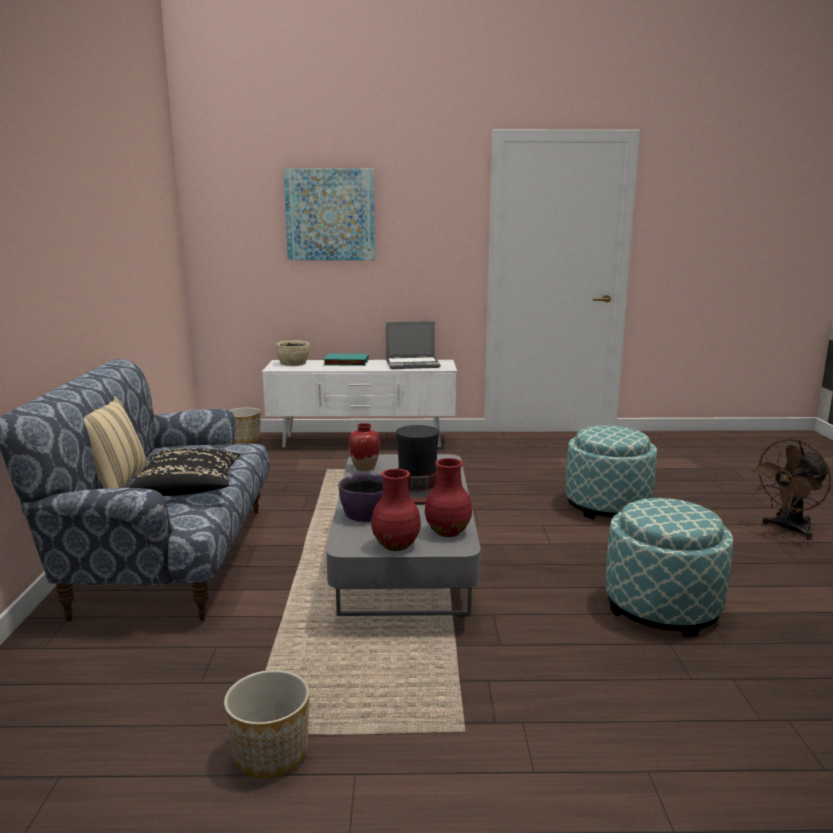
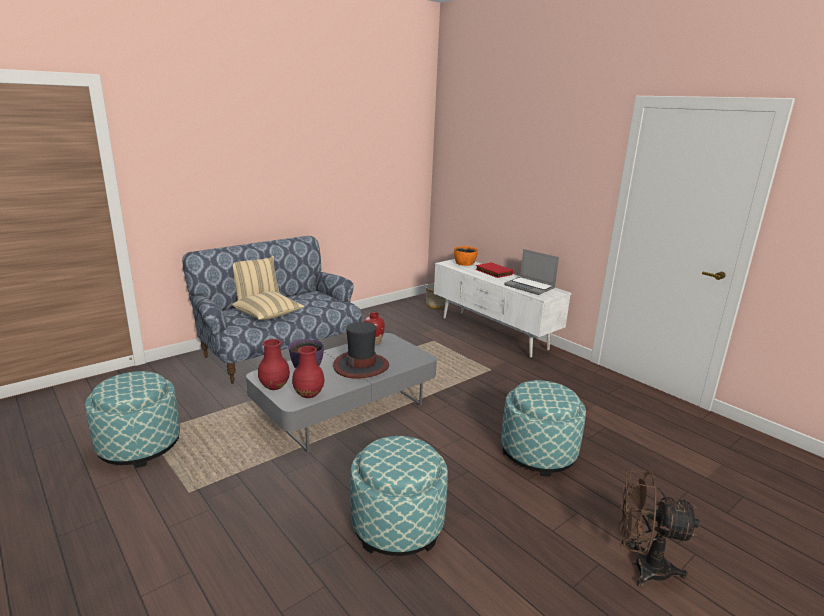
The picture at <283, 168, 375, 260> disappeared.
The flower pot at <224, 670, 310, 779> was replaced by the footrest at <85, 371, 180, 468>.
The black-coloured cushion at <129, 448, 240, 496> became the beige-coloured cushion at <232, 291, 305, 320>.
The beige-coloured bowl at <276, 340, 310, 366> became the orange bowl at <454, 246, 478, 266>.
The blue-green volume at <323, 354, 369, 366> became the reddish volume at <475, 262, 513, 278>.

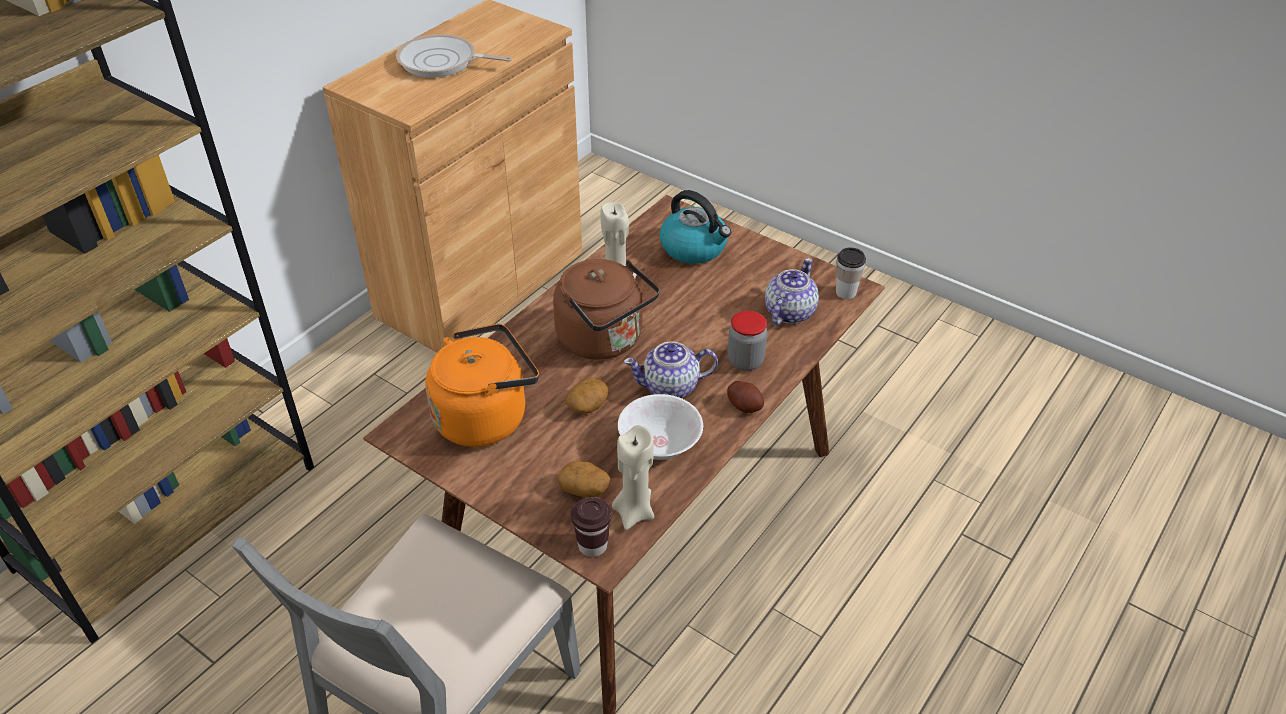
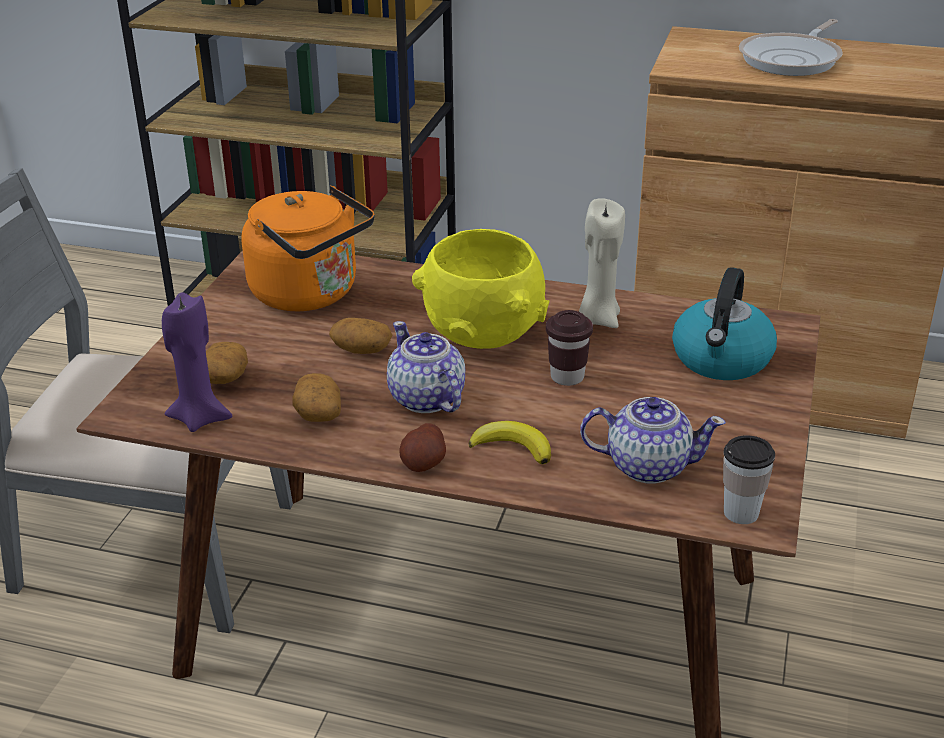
The brown cup moved from <571, 497, 612, 557> to <546, 310, 593, 386>.
The brown tea kettle at <553, 259, 660, 360> was replaced by the yellow bowl at <412, 229, 549, 349>.
The white-coloured bowl at <618, 394, 703, 460> was replaced by the potato at <292, 373, 341, 422>.
The preserve jar at <728, 311, 767, 371> was replaced by the banana at <469, 421, 551, 464>.
The beige-coloured wax candle at <612, 425, 654, 530> became the purple wax candle at <162, 292, 232, 432>.
The pan at <396, 34, 512, 77> turned 135 degrees counterclockwise.

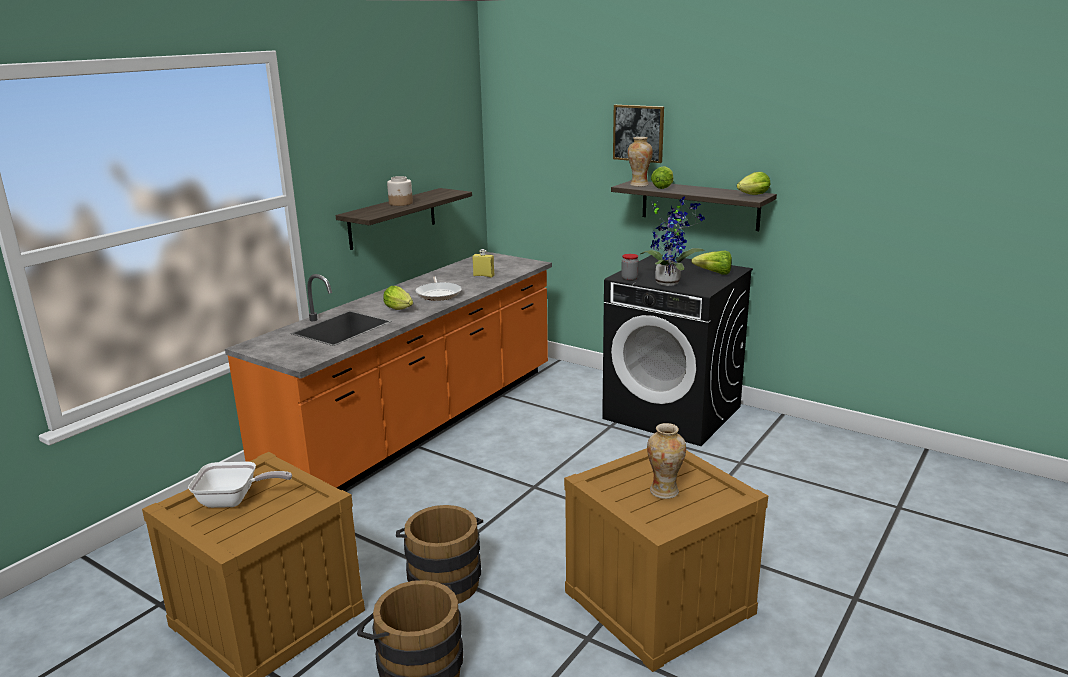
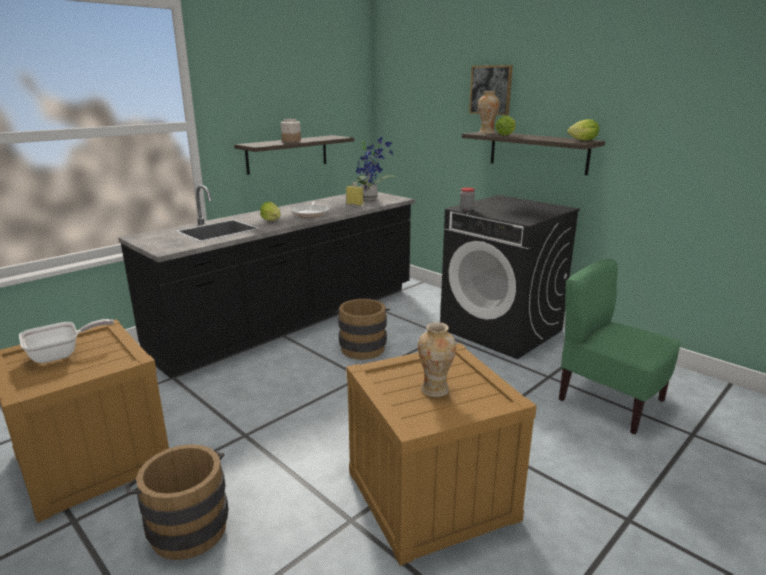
The lettuce at <691, 251, 732, 275> disappeared.
The green-coloured plain chair at <559, 259, 681, 434> appeared.
The brown water bucket moved from <396, 505, 483, 604> to <334, 299, 390, 360>.
The plant in a pot moved from <641, 196, 705, 286> to <356, 137, 396, 200>.
The orange counter at <225, 252, 552, 490> became the black-coloured counter at <118, 185, 415, 378>.
The pan at <188, 462, 292, 508> turned 45 degrees counterclockwise.

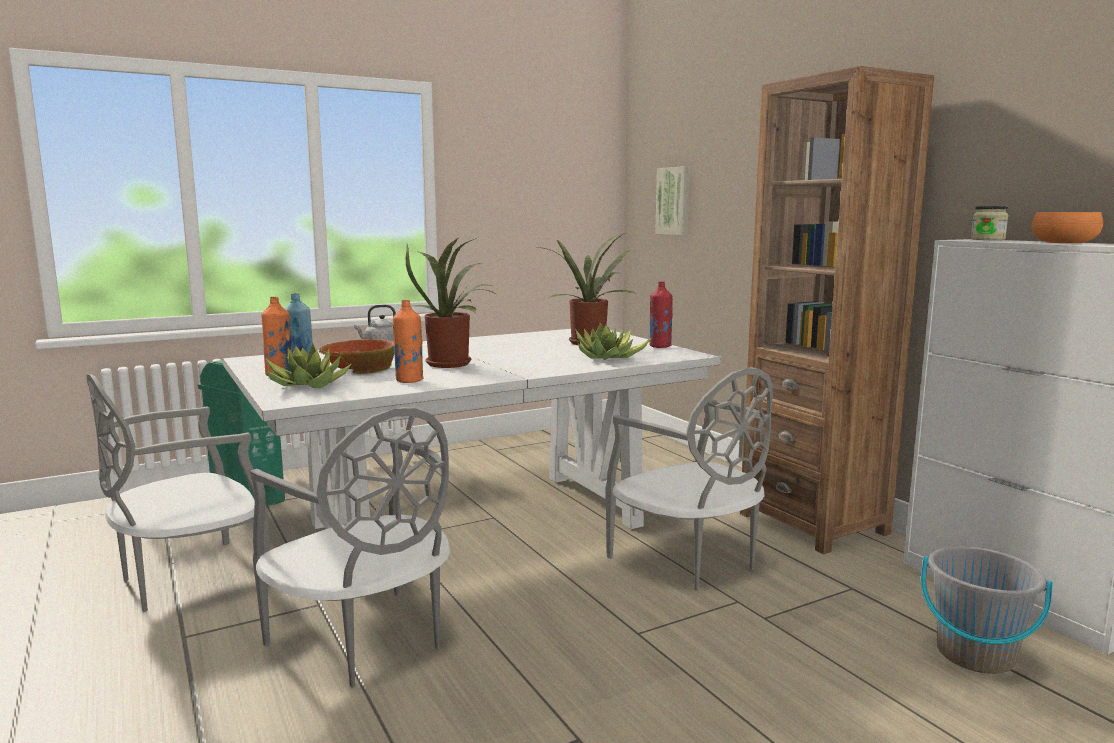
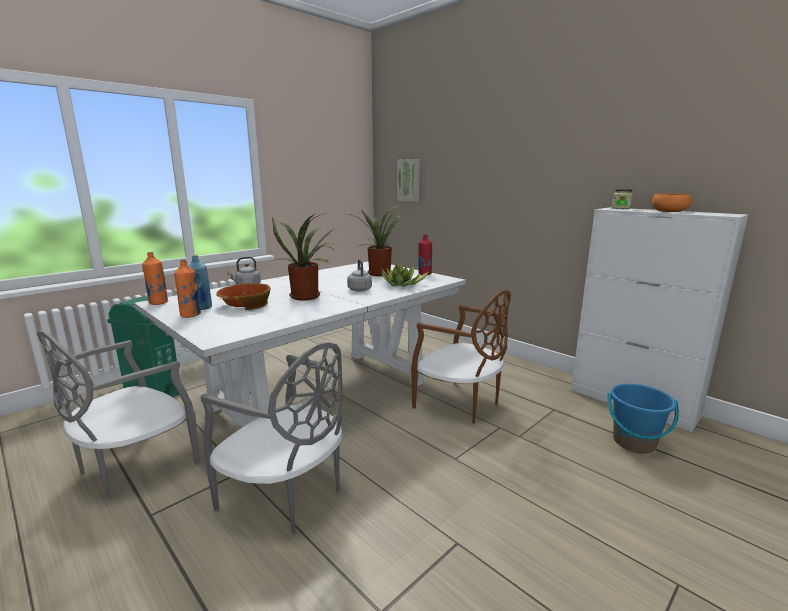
The plant in a pot at <265, 343, 351, 388> disappeared.
The brown shelving unit at <740, 66, 934, 554> disappeared.
The grey tea kettle at <347, 259, 372, 291> appeared.
The orange bottle moved from <393, 300, 424, 383> to <142, 252, 168, 305>.
The grey plain chair at <605, 367, 773, 591> became the brown plain chair at <411, 290, 511, 424>.
The grey water bucket at <921, 546, 1053, 674> became the blue-coloured water bucket at <607, 384, 679, 453>.

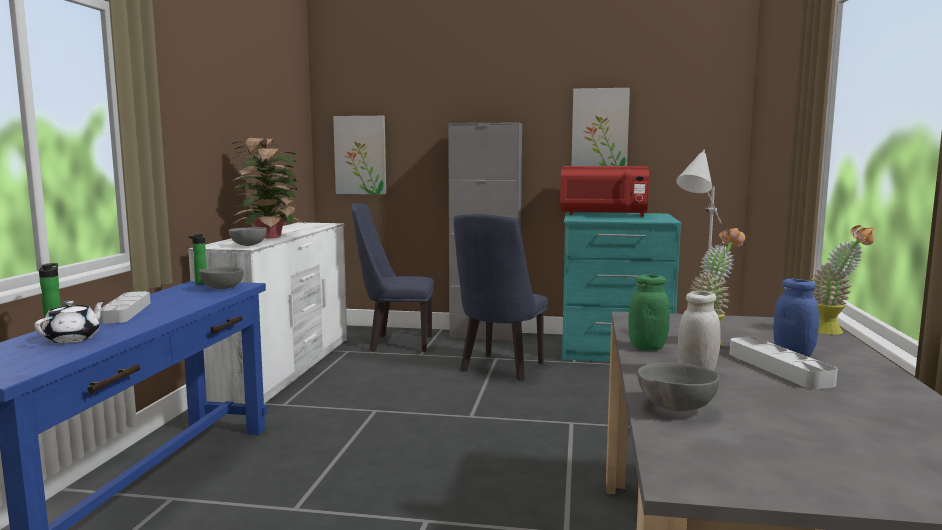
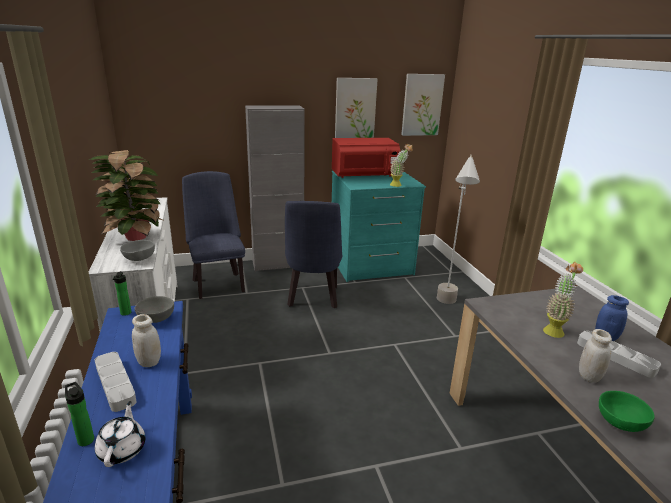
The green-coloured preserve jar at <629, 275, 670, 351> disappeared.
The white-coloured preserve jar at <132, 314, 161, 367> appeared.
The picture moved from <333, 116, 386, 194> to <401, 74, 445, 136>.
The plant in a pot moved from <812, 225, 874, 335> to <390, 144, 413, 187>.
The grey bowl at <637, 363, 719, 411> became the green-coloured bowl at <599, 391, 655, 432>.
The blue-coloured plain chair at <351, 203, 434, 352> turned 90 degrees clockwise.

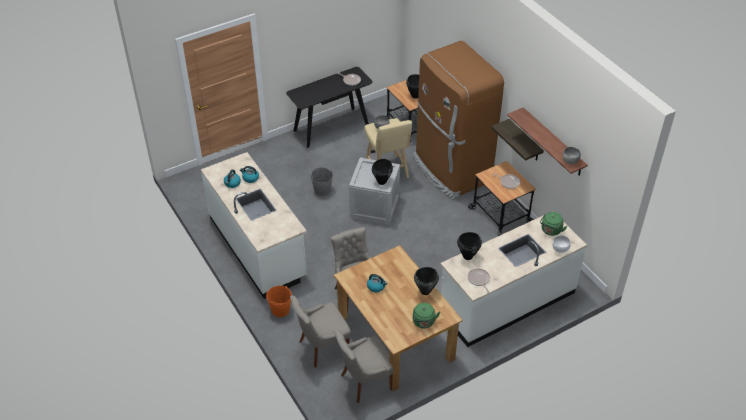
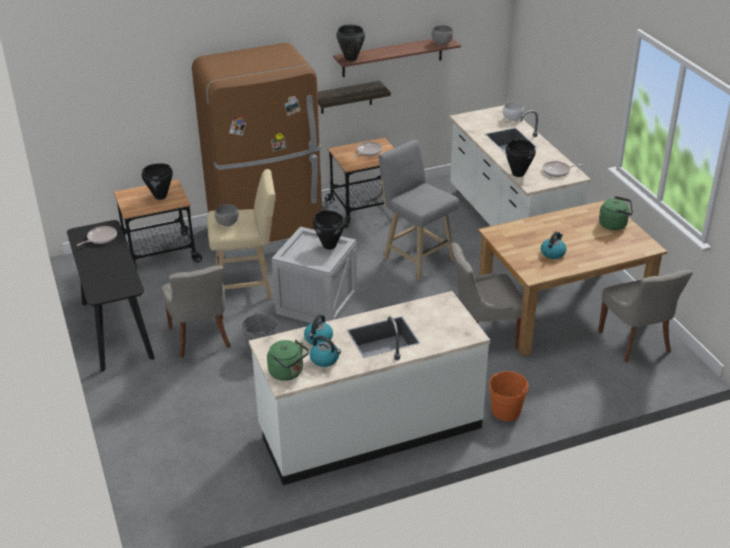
The grey stool seat at <379, 140, 459, 280> appeared.
The grey plain chair moved from <290, 295, 351, 368> to <161, 265, 231, 358>.
The black-coloured stockpot moved from <414, 267, 439, 295> to <336, 24, 365, 61>.
The green-coloured tea kettle moved from <540, 212, 567, 236> to <267, 340, 309, 381>.

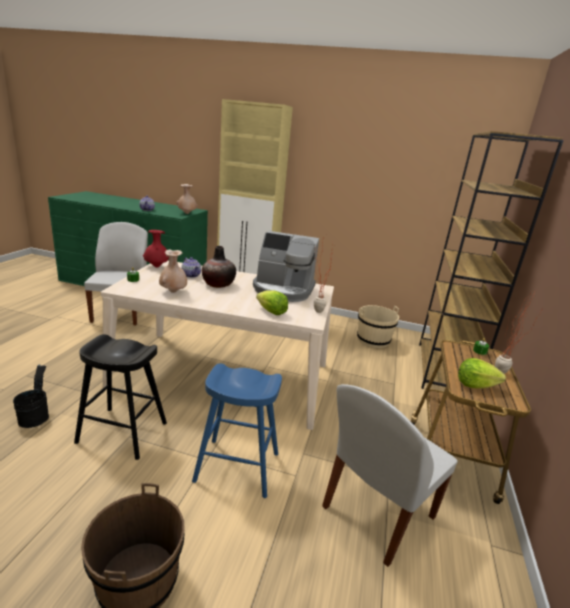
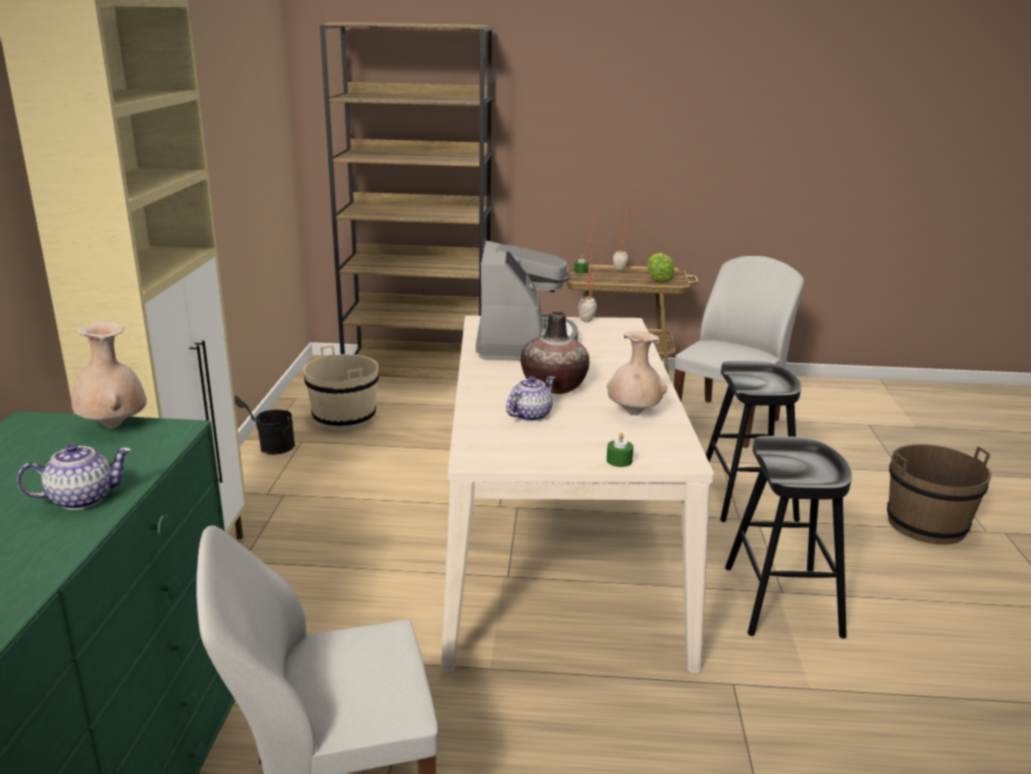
The reddish decorative vase at <143, 230, 169, 267> disappeared.
The lettuce at <256, 290, 288, 315> disappeared.
The black-coloured water bucket moved from <13, 364, 49, 428> to <234, 395, 295, 455>.
The blue-coloured stool seat at <192, 363, 282, 498> became the black-coloured stool seat at <706, 361, 801, 522>.
The white-coloured plain chair at <322, 384, 458, 567> turned 90 degrees counterclockwise.

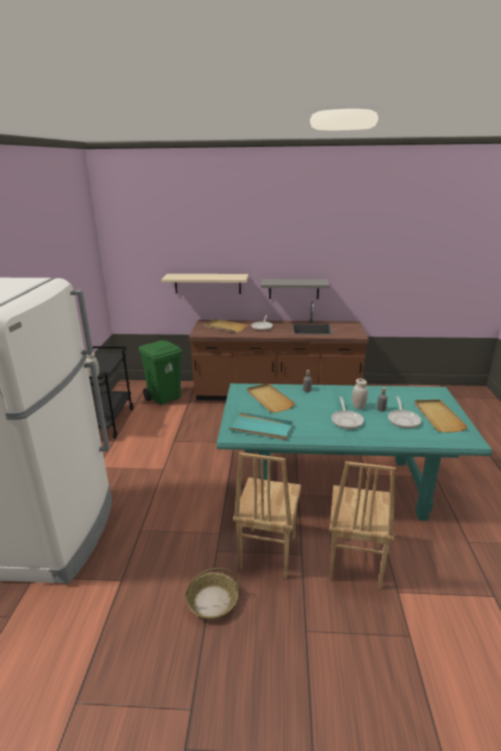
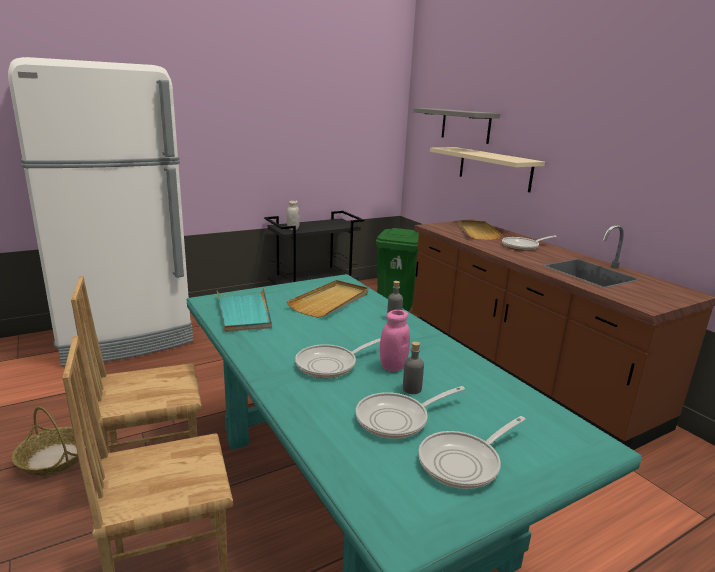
The grey bracket shelf moved from <261, 279, 329, 299> to <413, 108, 500, 144>.
The beige-coloured tray at <415, 399, 468, 432> was replaced by the pan at <418, 416, 526, 489>.
The white-coloured preserve jar at <352, 378, 368, 409> became the pink preserve jar at <380, 310, 410, 371>.

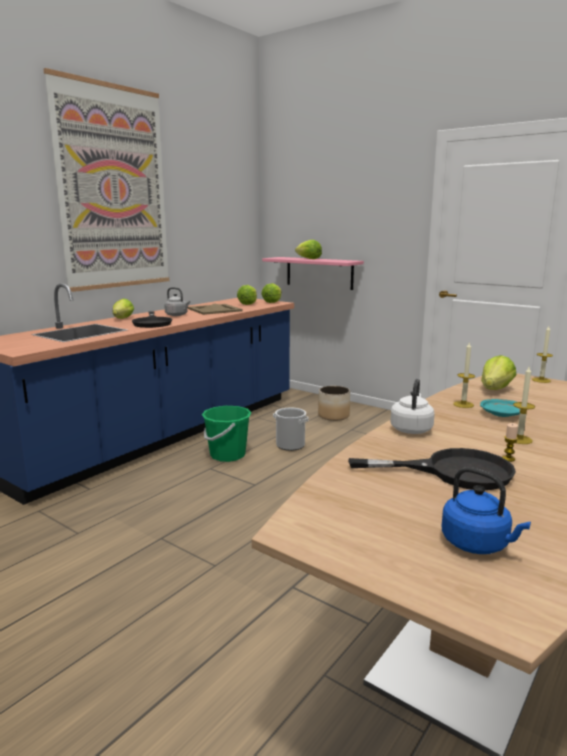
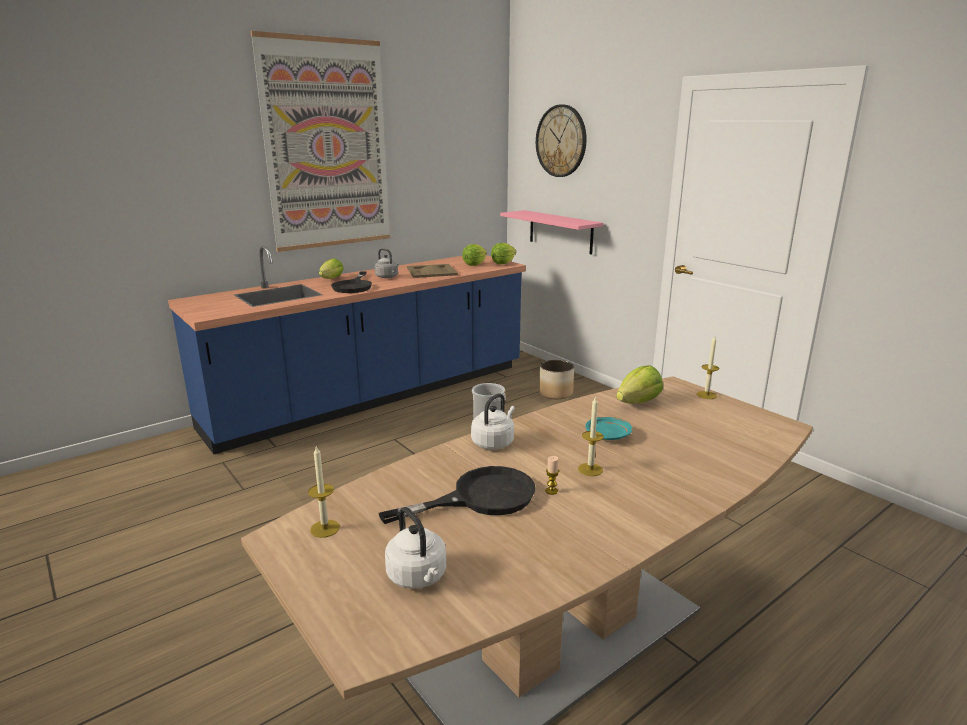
The green-coloured water bucket at <202, 406, 252, 462> disappeared.
The lettuce at <295, 240, 322, 259> disappeared.
The hanging clock at <536, 104, 587, 177> appeared.
The wax candle moved from <453, 342, 475, 408> to <308, 446, 340, 538>.
The blue-coloured tea kettle at <442, 467, 531, 554> became the white-coloured tea kettle at <385, 507, 447, 589>.
The black-coloured pan at <348, 448, 516, 490> turned 45 degrees counterclockwise.

